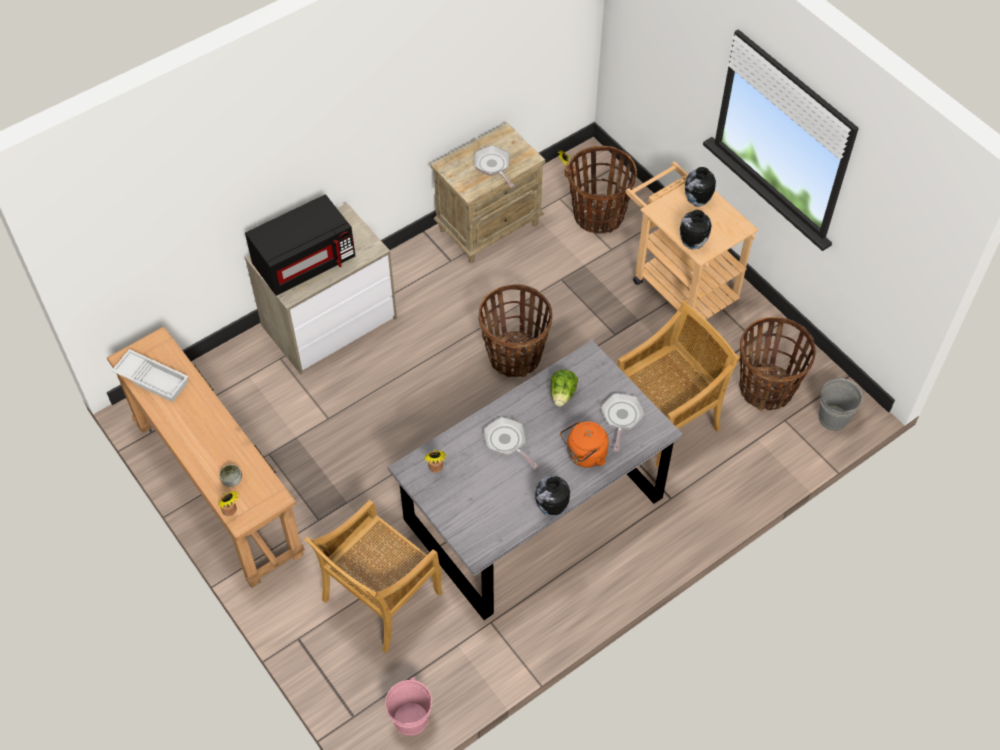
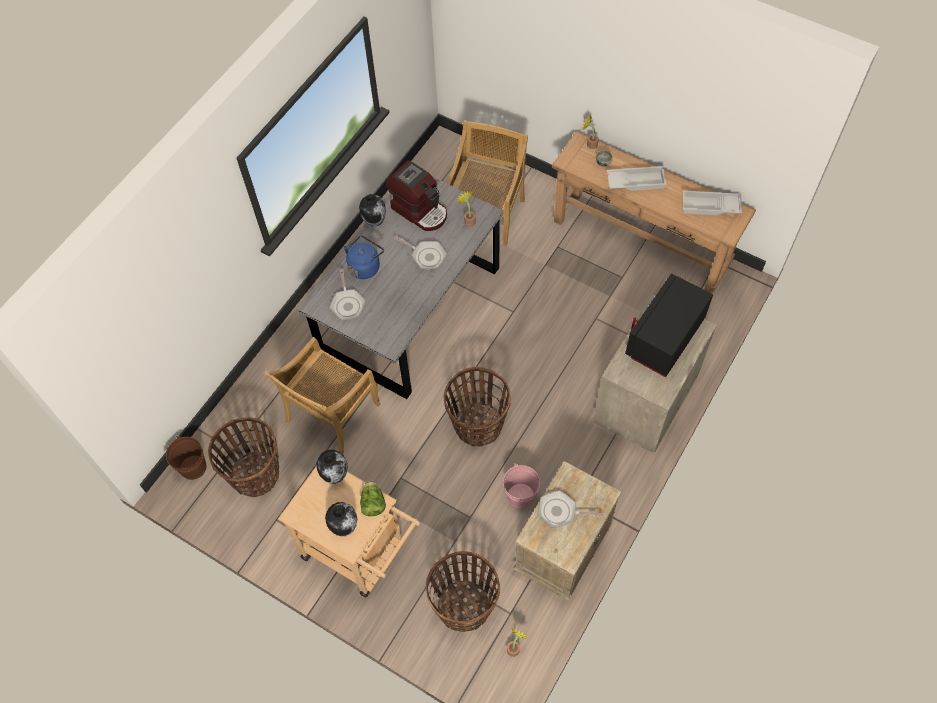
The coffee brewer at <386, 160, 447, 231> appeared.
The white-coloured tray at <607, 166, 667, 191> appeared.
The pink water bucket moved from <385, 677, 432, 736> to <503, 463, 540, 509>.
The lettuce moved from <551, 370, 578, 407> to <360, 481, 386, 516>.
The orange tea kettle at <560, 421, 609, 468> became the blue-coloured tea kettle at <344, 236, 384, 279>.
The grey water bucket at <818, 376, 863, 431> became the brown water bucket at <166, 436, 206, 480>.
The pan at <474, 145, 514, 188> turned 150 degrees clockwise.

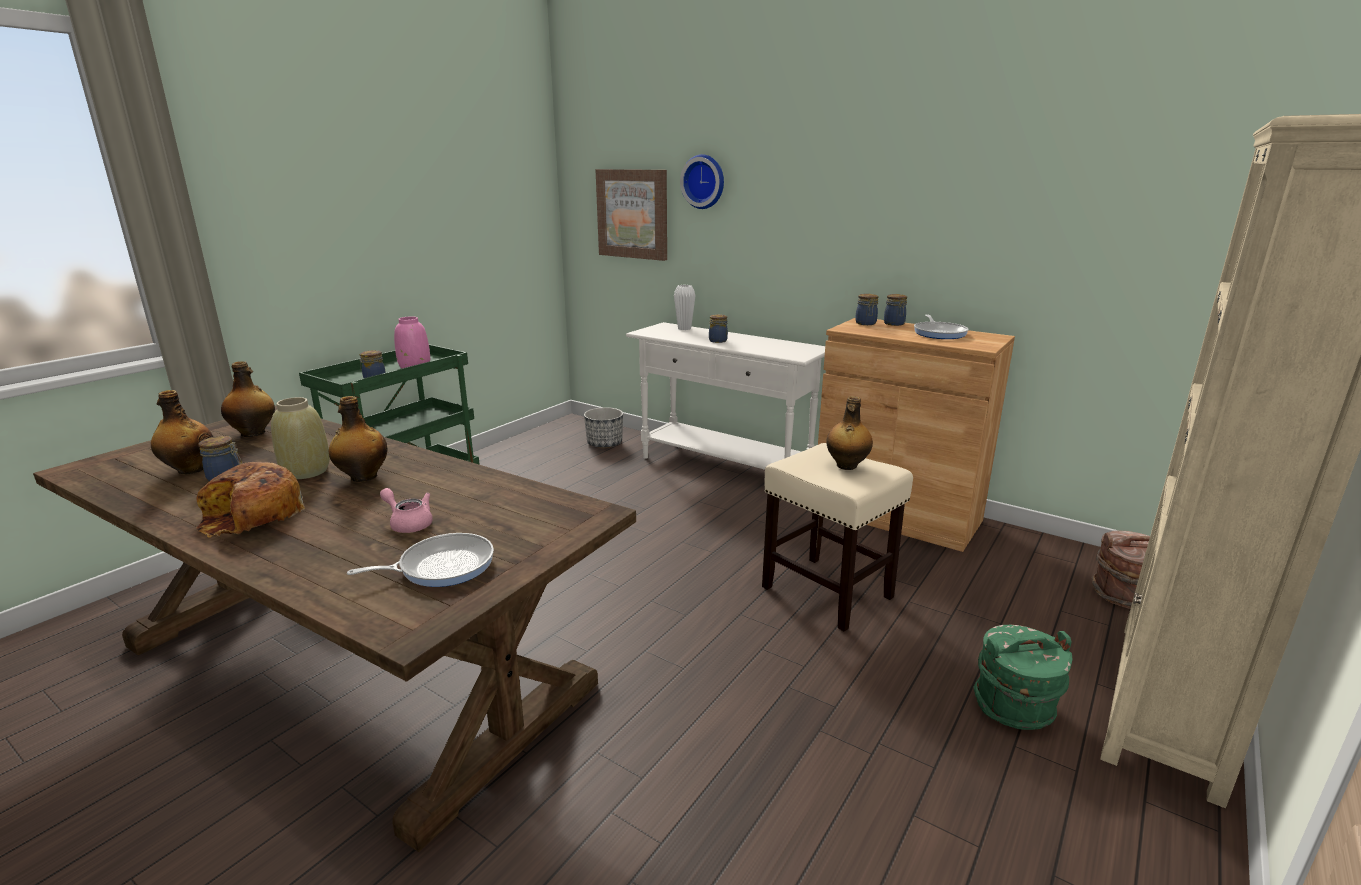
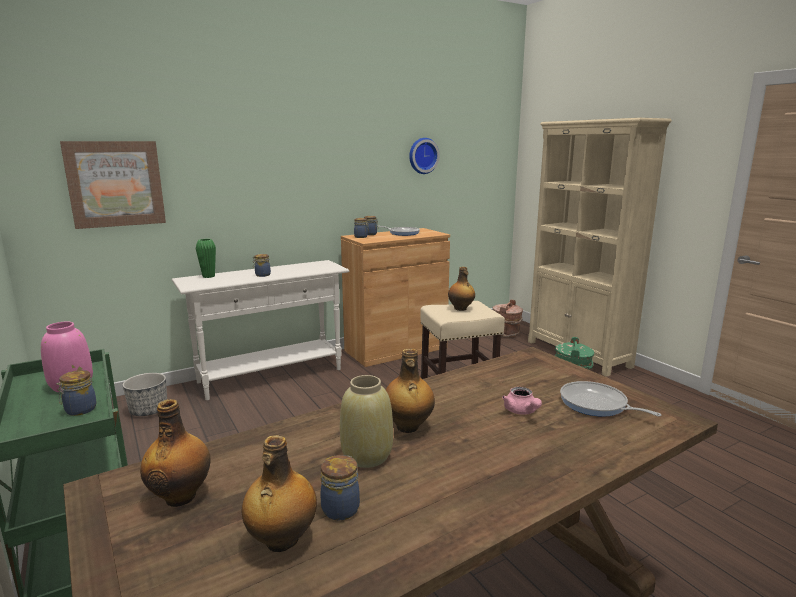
The baked bread at <196, 462, 305, 538> disappeared.
The hanging clock moved from <680, 154, 724, 209> to <409, 138, 440, 174>.
The white-coloured decorative vase at <674, 285, 695, 330> became the green-coloured decorative vase at <196, 239, 216, 278>.
The pan at <347, 533, 494, 587> turned 45 degrees counterclockwise.
The pink teapot at <380, 488, 433, 533> turned 75 degrees counterclockwise.

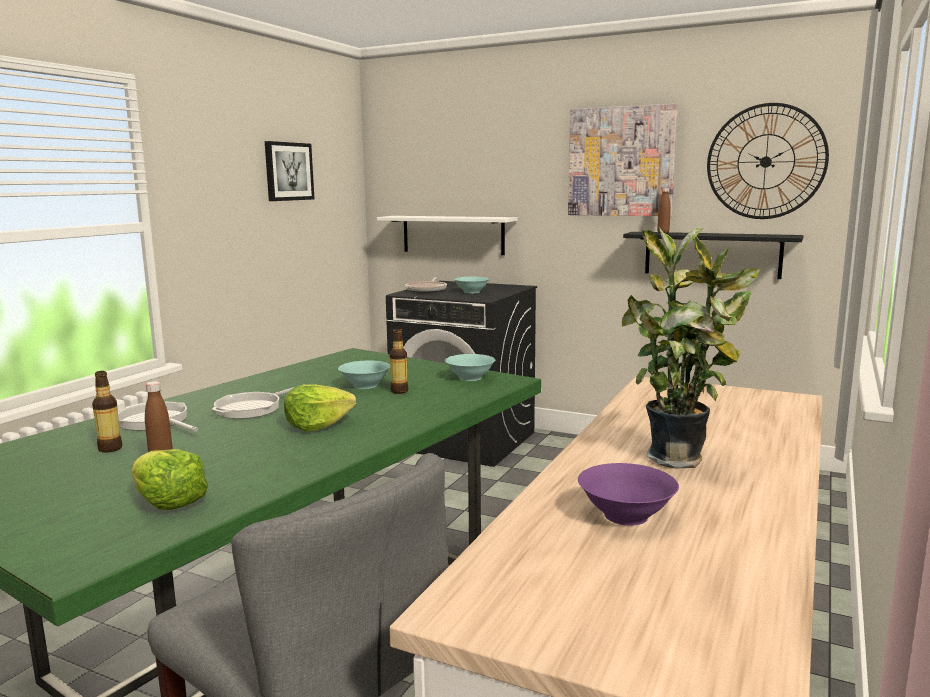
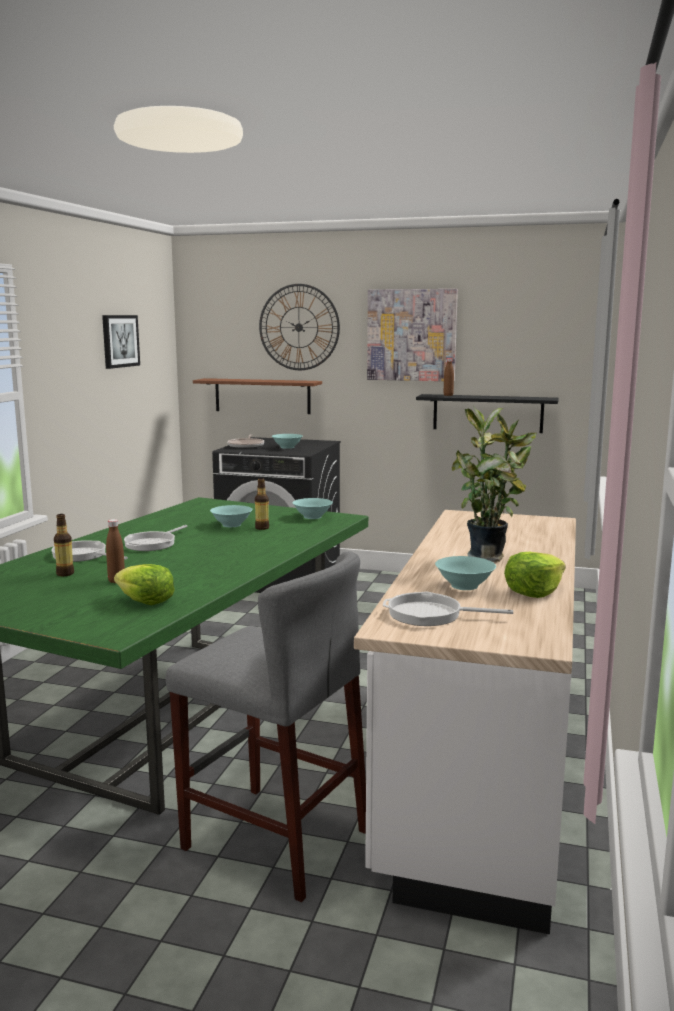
The pan at <383, 592, 513, 626> appeared.
The lettuce moved from <284, 384, 356, 431> to <504, 552, 566, 598>.
The hanging clock moved from <707, 103, 829, 219> to <259, 284, 340, 370>.
The white-coloured bracket shelf at <377, 216, 518, 255> became the brown bracket shelf at <193, 378, 322, 414>.
The purple bowl at <578, 463, 679, 525> became the blue-green bowl at <435, 556, 496, 590>.

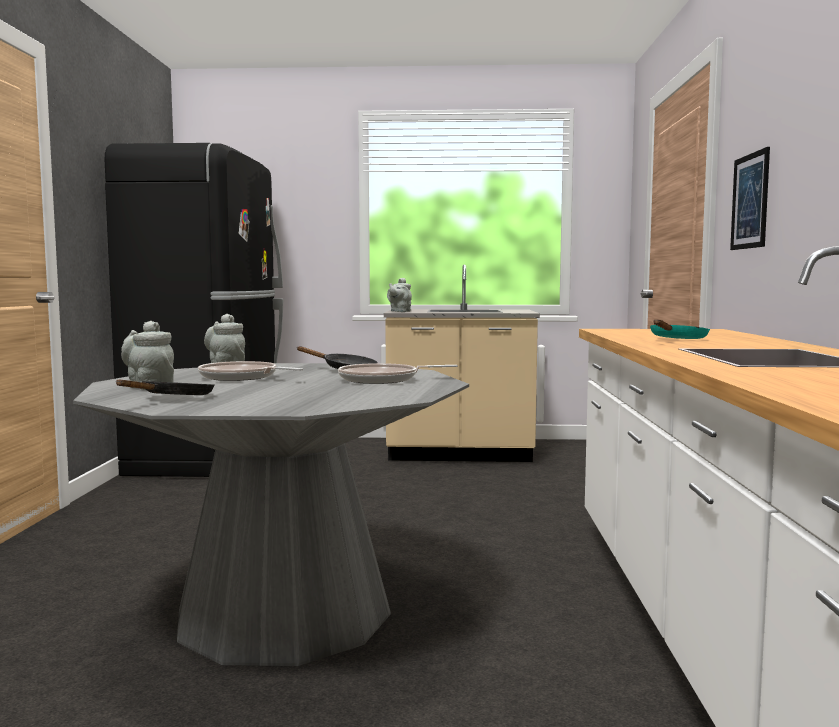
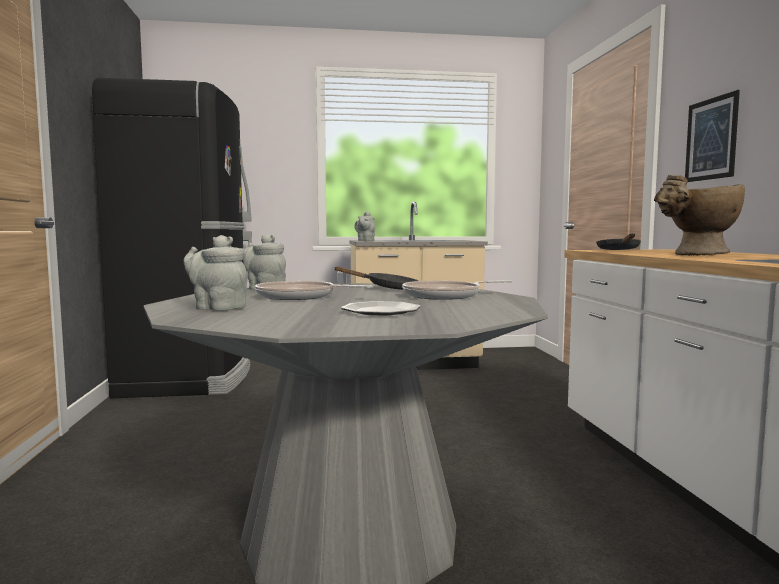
The flat dish at <341, 301, 420, 316> appeared.
The black-coloured pan moved from <116, 380, 214, 395> to <596, 234, 641, 250>.
The blue-green pan at <650, 319, 710, 339> was replaced by the beige-coloured decorative vase at <654, 175, 745, 256>.

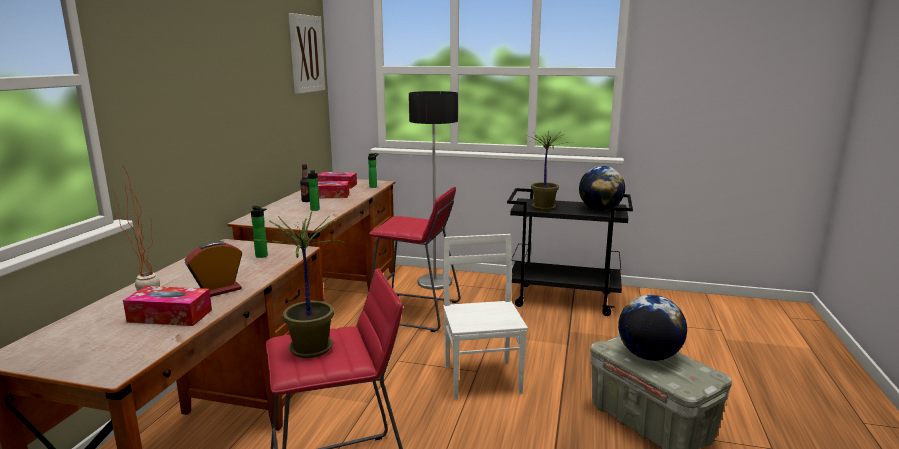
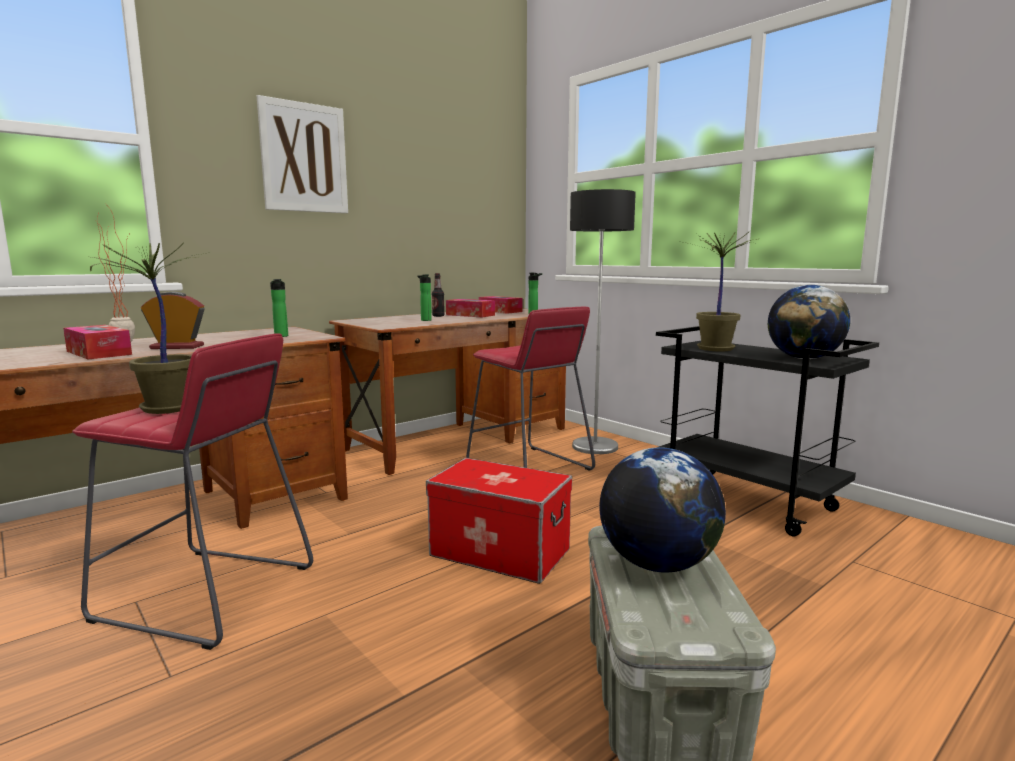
The picture moved from <289, 13, 325, 94> to <257, 95, 348, 213>.
The white-coloured plain chair at <443, 234, 528, 400> was replaced by the storage box at <426, 458, 572, 584>.

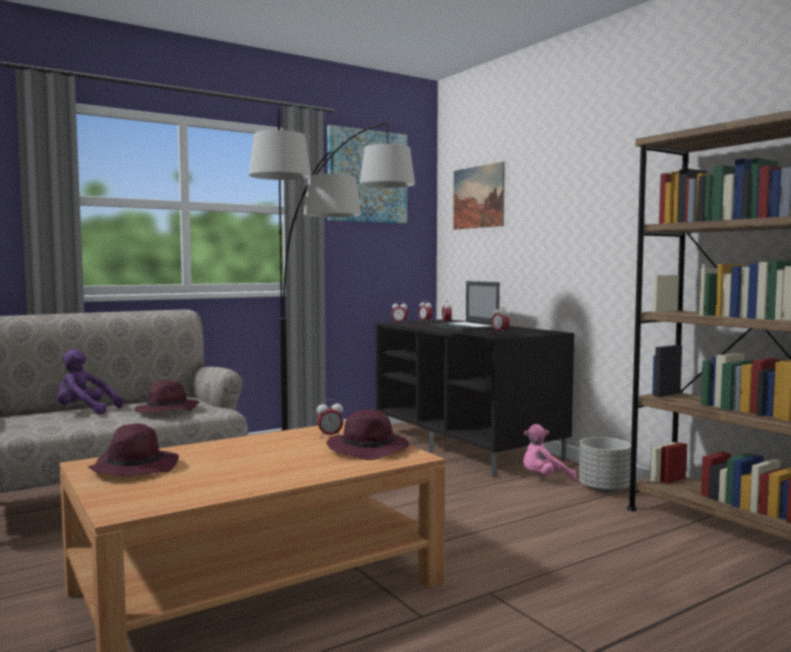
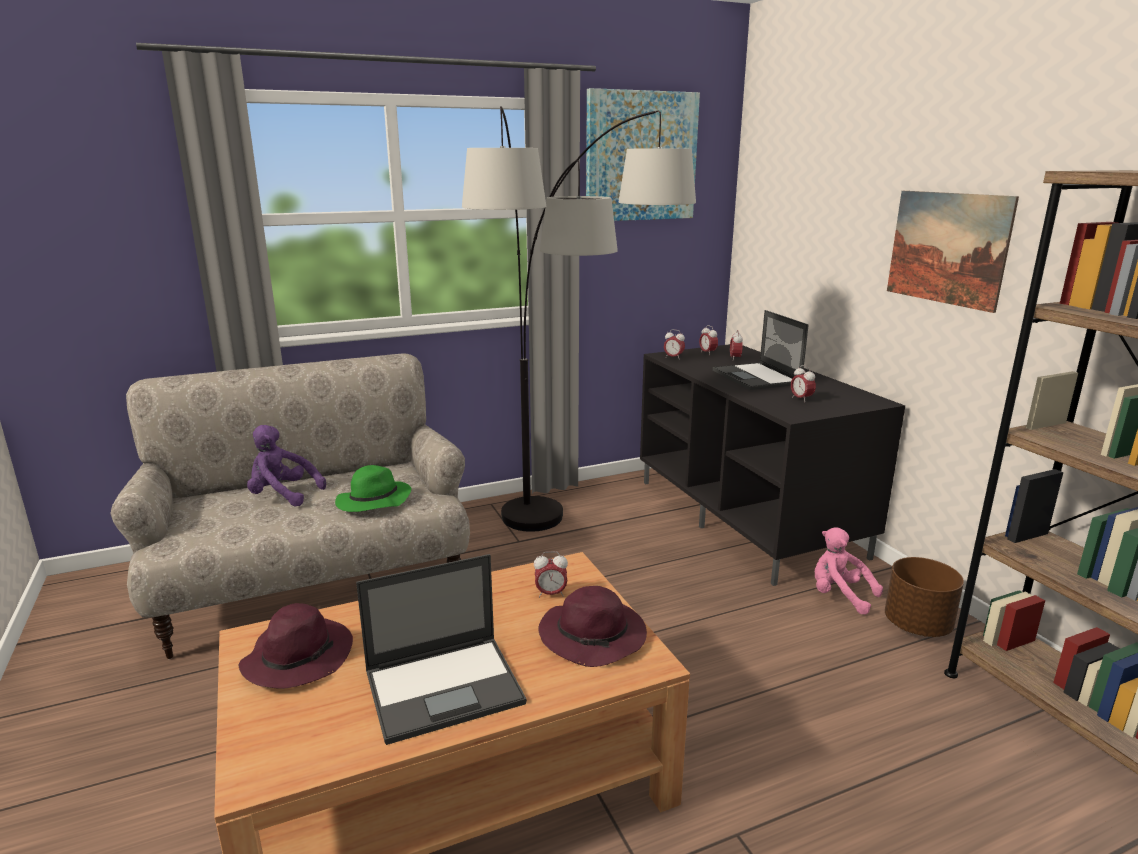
The laptop at <356, 554, 527, 745> appeared.
The picture moved from <453, 162, 505, 230> to <887, 191, 1019, 313>.
The purple hat at <135, 380, 199, 413> became the green-coloured hat at <335, 465, 411, 512>.
The grey flower pot at <579, 437, 631, 493> became the brown flower pot at <885, 557, 964, 637>.
The pink cuddly toy at <523, 424, 577, 480> turned 45 degrees clockwise.

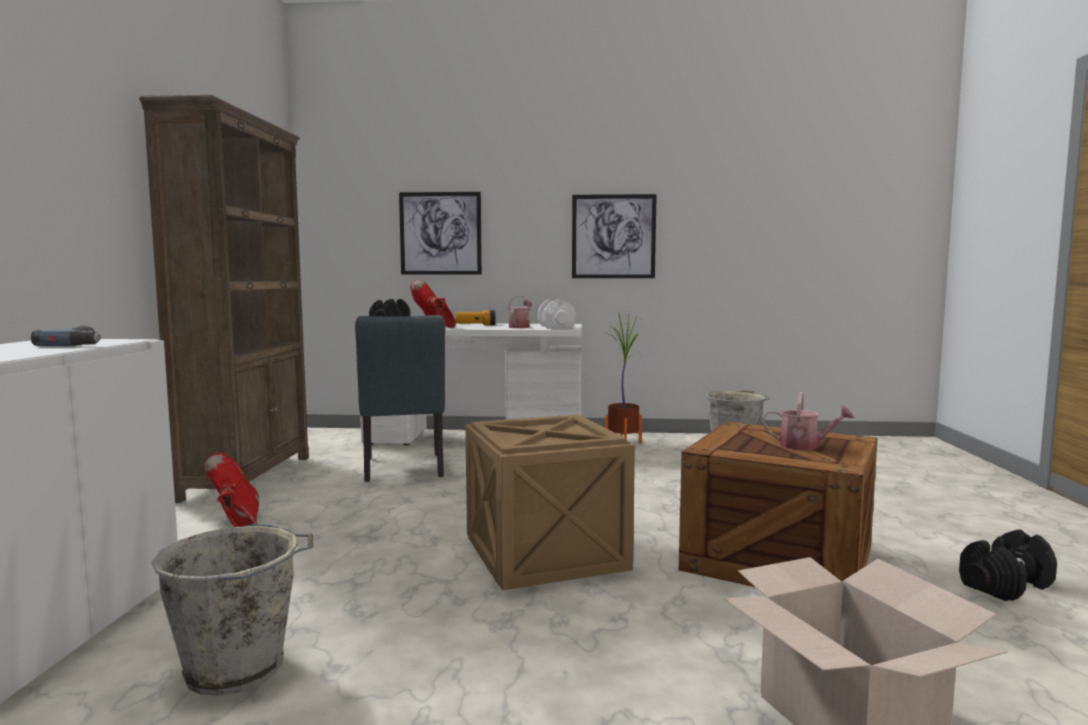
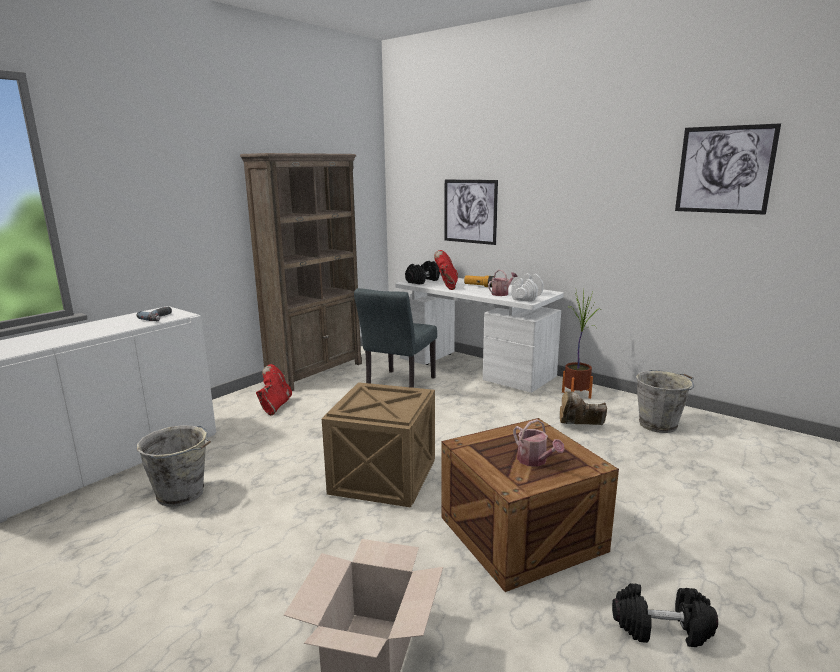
The brown boot at <560, 391, 607, 425> appeared.
The picture moved from <572, 194, 657, 278> to <675, 123, 781, 215>.

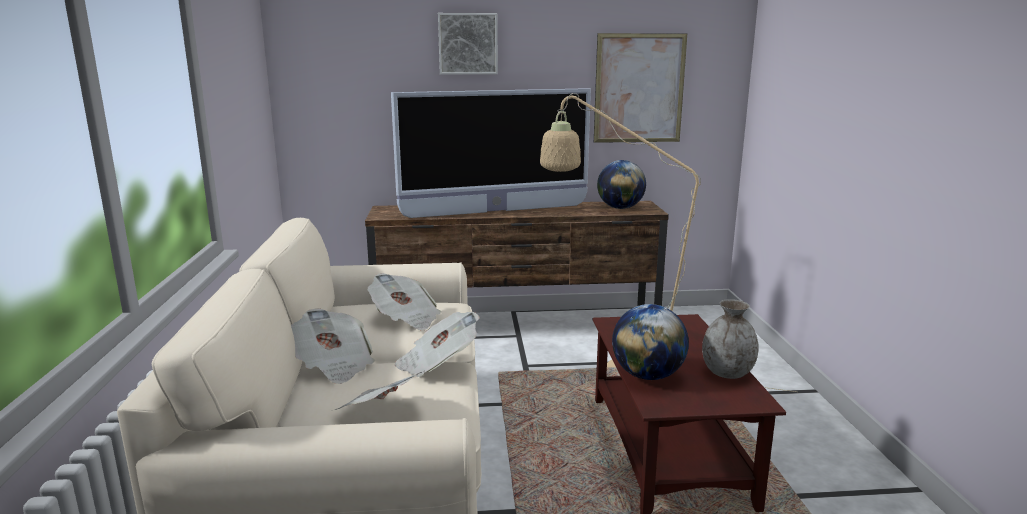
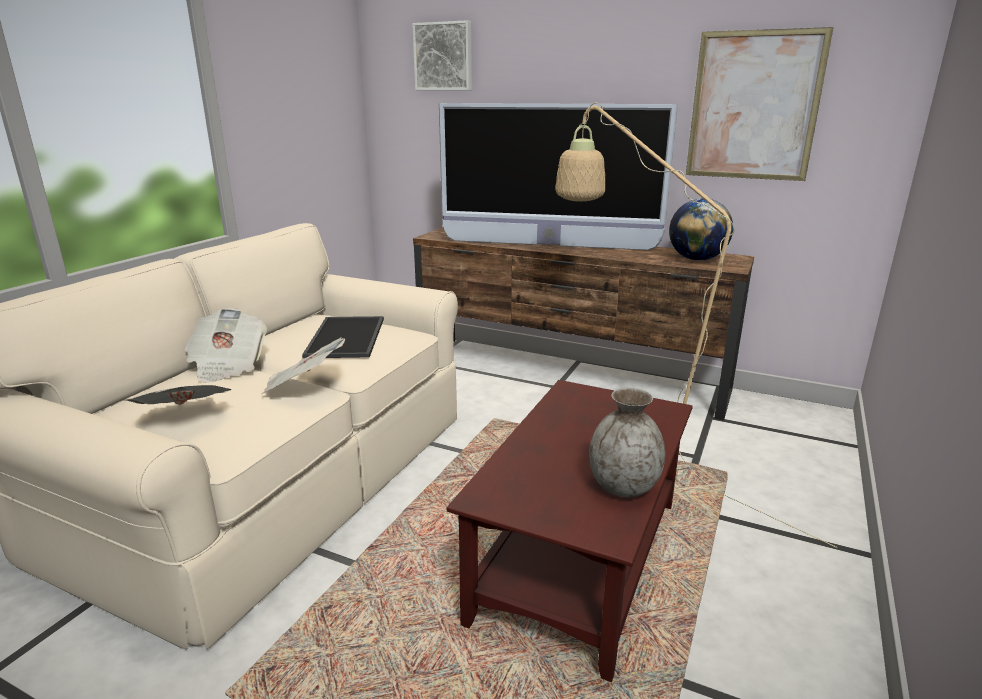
The globe at <612, 304, 689, 380> disappeared.
The picture moved from <438, 13, 498, 75> to <412, 20, 472, 90>.
The daily paper at <368, 273, 441, 331> was replaced by the tray at <302, 316, 384, 358>.

